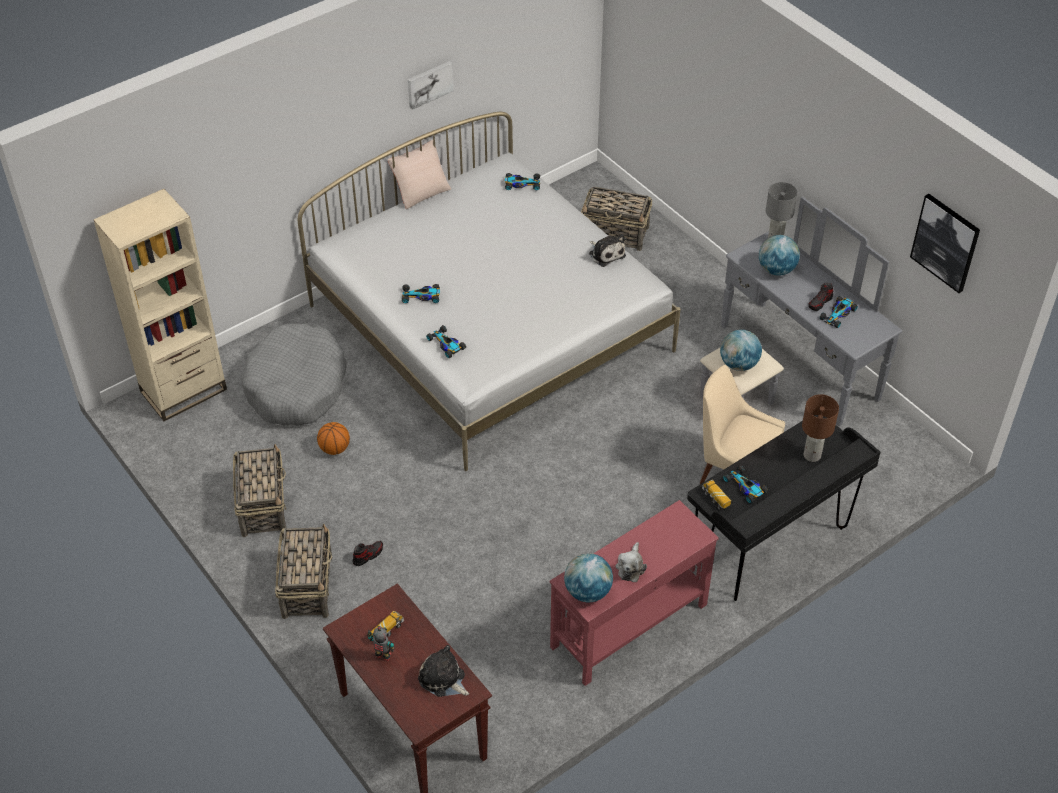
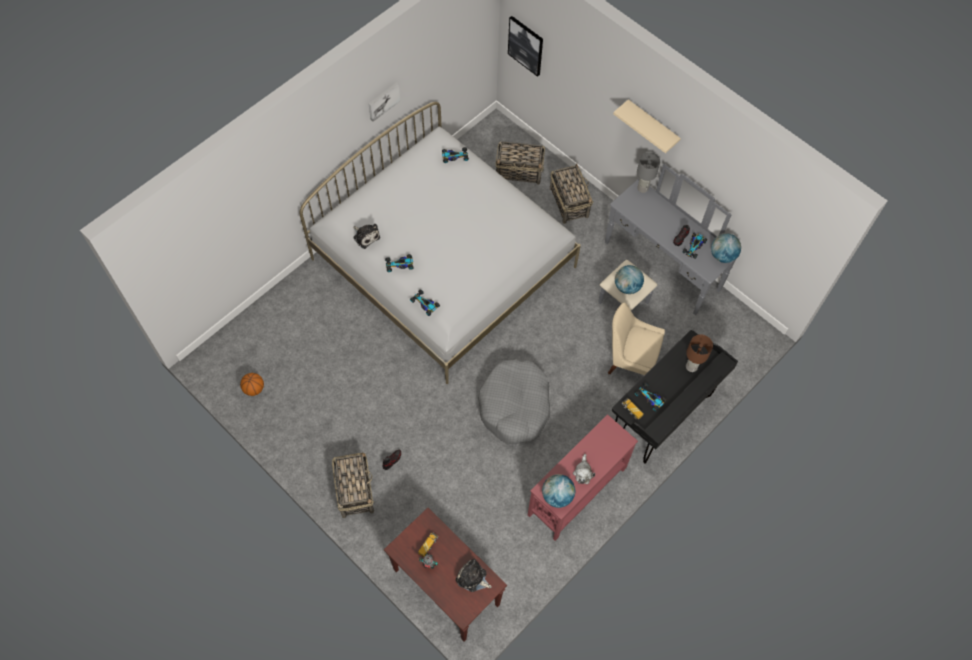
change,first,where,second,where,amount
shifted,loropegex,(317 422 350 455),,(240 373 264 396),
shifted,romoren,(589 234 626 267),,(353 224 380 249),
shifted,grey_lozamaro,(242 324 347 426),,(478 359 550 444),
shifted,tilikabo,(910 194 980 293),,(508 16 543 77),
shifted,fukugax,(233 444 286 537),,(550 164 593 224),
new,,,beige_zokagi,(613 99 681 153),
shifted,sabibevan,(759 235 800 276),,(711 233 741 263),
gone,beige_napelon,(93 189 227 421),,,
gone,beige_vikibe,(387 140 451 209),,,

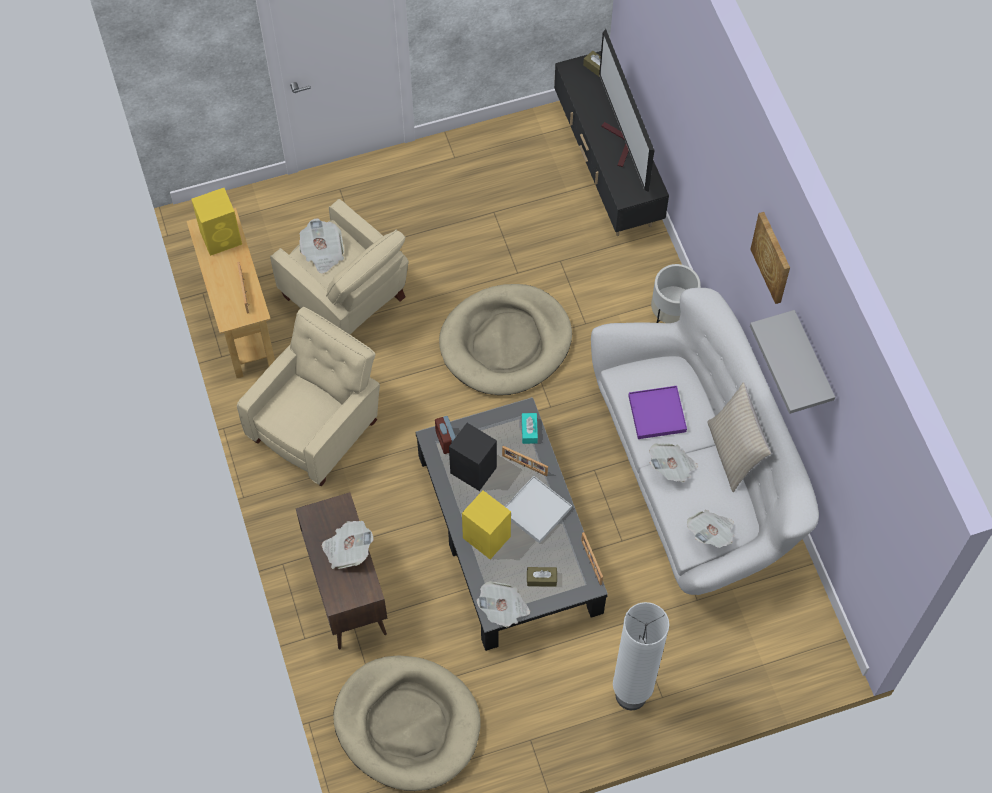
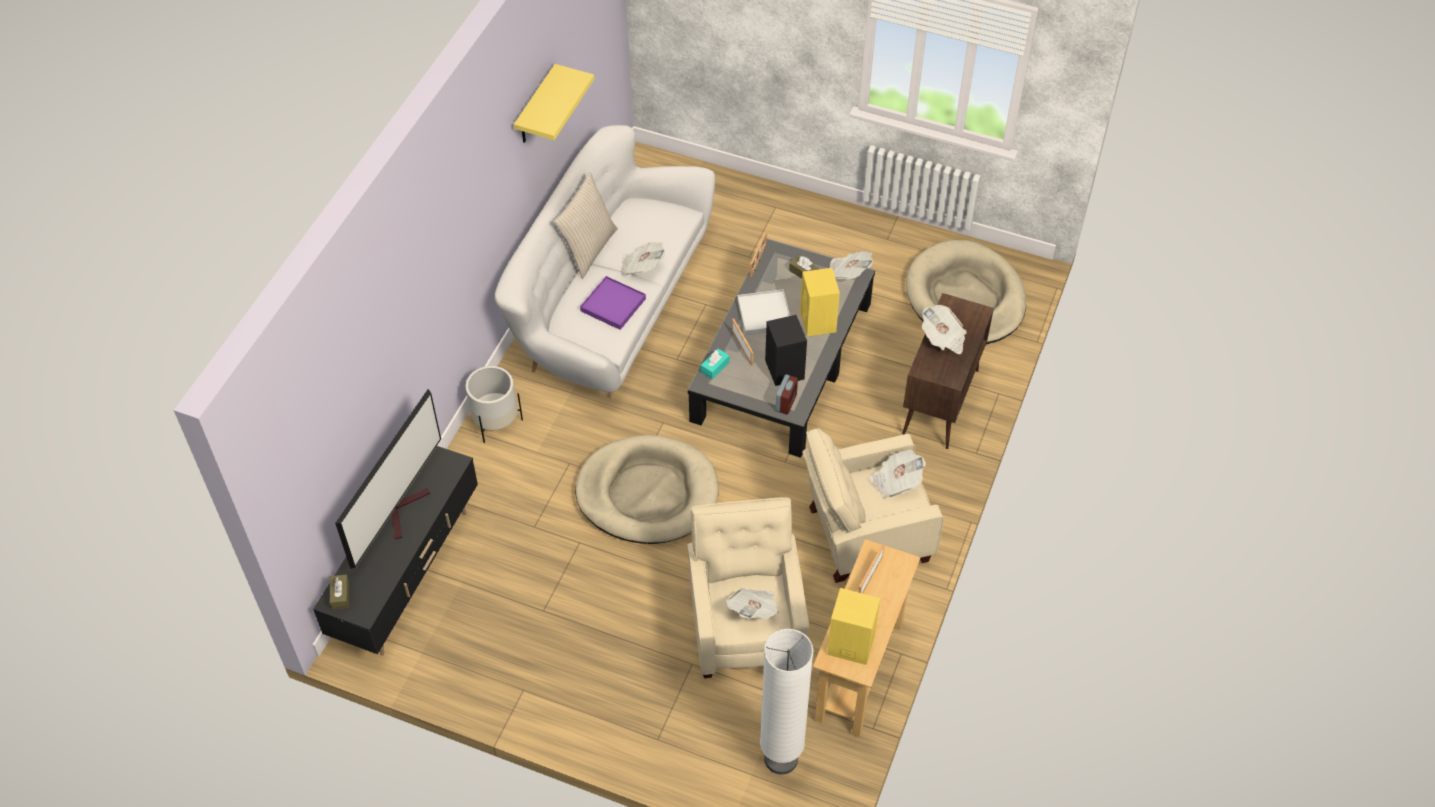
change,first,where,second,where,amount
repainted,grey_zokagi,(750 310 835 414),yellow_zokagi,(514 64 594 143),
shifted,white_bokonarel,(613 602 669 710),,(760 629 813 775),
shifted,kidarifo,(687 509 734 548),,(870 450 926 499),
gone,tilikabo,(750 212 790 304),,,

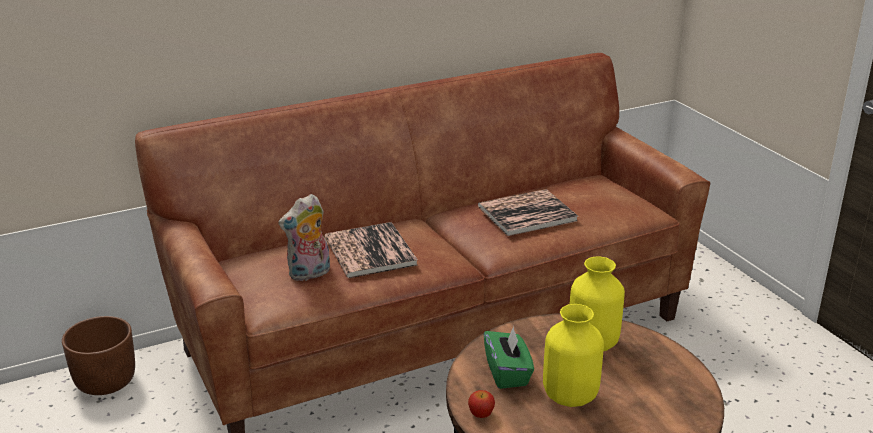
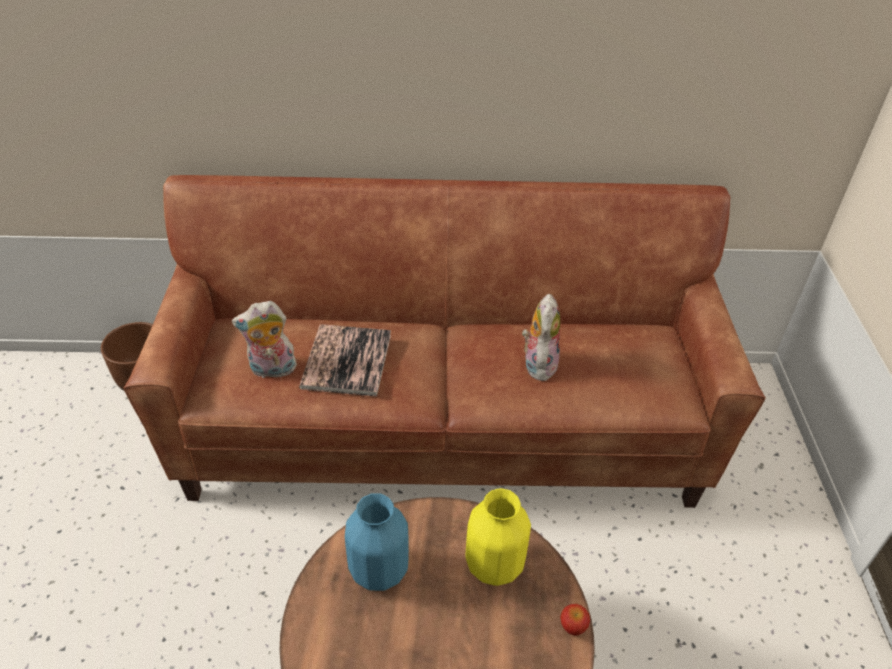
change,first,where,second,where,amount
swapped,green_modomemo,(484 326 534 389),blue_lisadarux,(345 493 409 591),
swapped,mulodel,(478 189 578 236),romoren,(522 294 560 381),
shifted,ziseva,(468 390 495 418),,(560 604 590 636),
gone,yellow_lisadarux,(543 304 604 407),,,

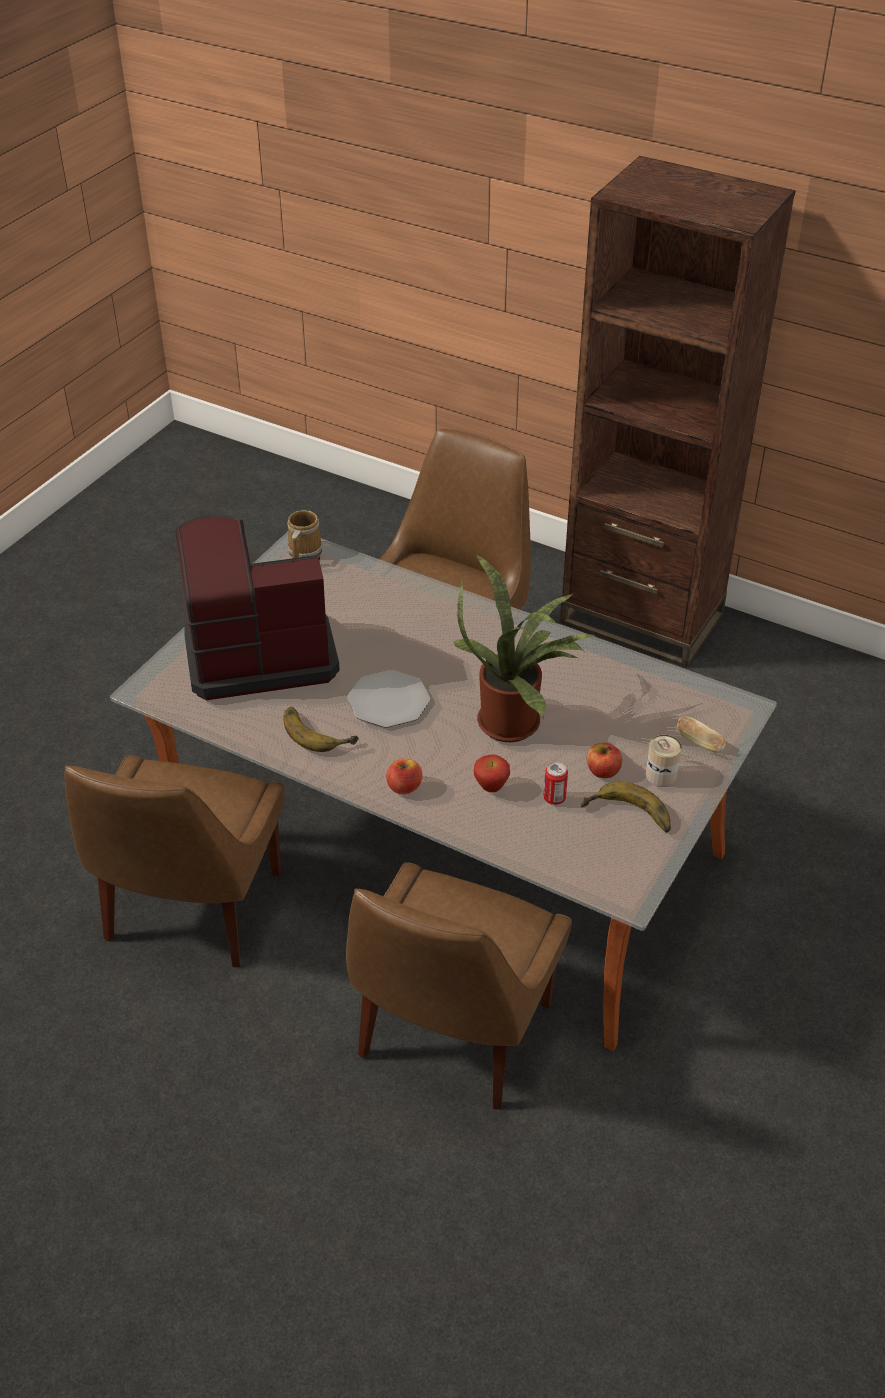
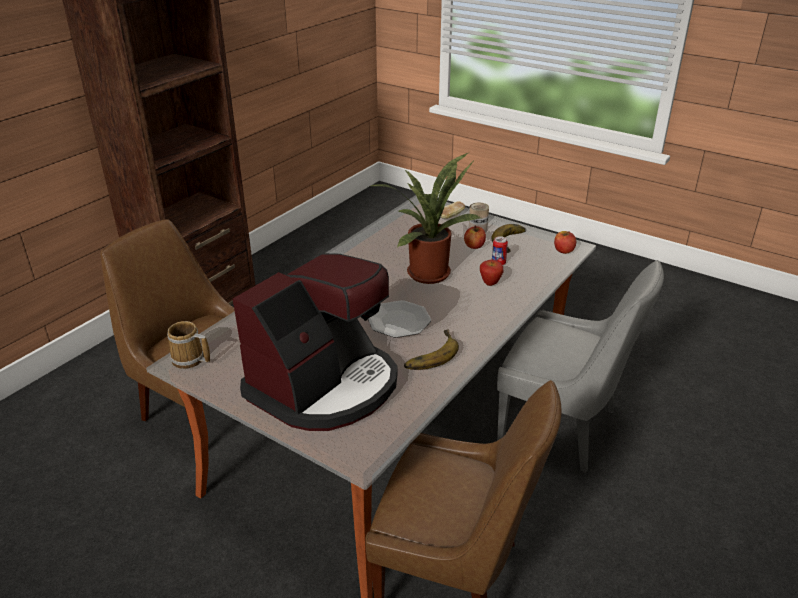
change,first,where,second,where,amount
rotated,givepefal,(175 514 340 700),,(233 253 398 431),135 degrees counterclockwise
repainted,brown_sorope,(346 862 572 1110),grey_sorope,(497 260 664 473),
shifted,ziseva,(386 759 423 794),,(554 231 576 254),

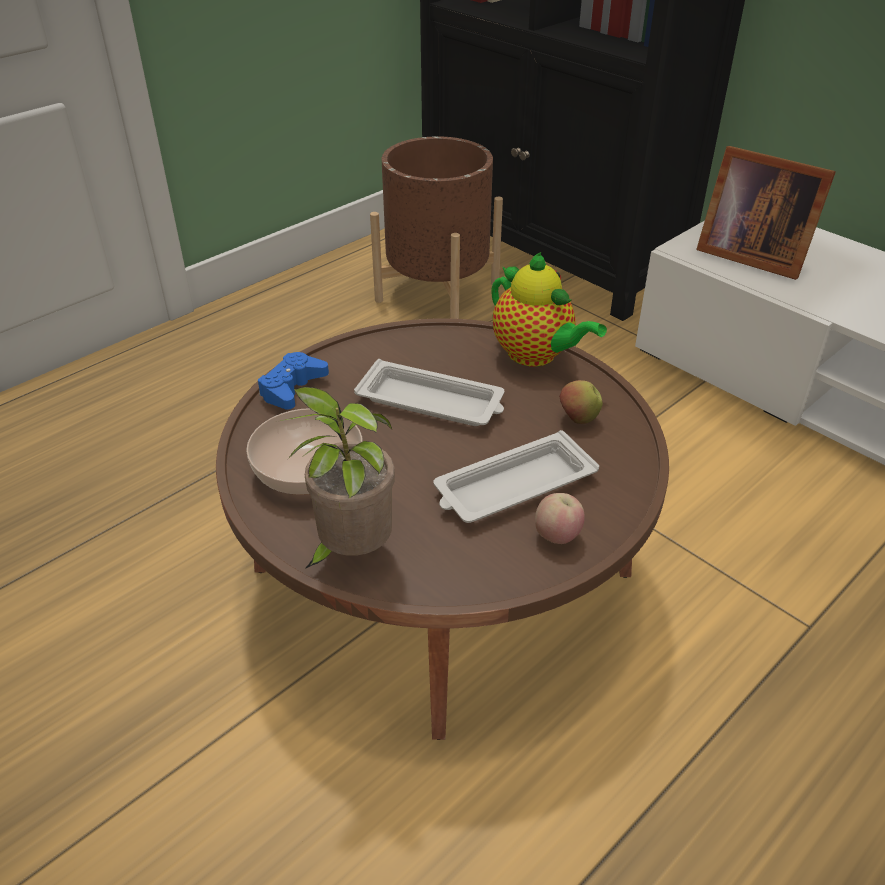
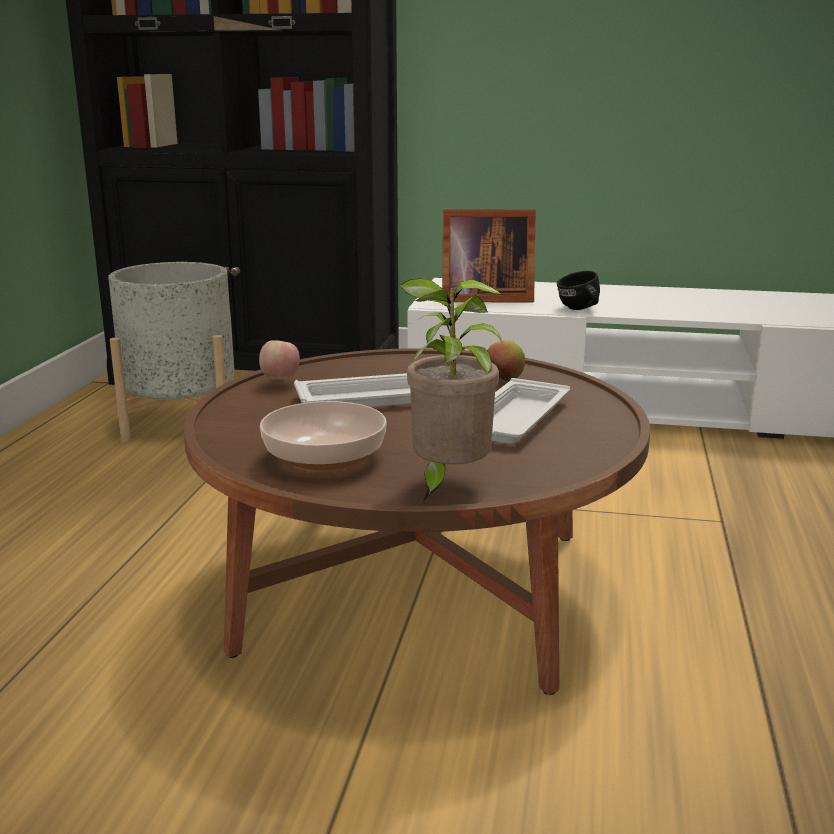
change,first,where,second,where,amount
repainted,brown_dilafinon,(370 136 503 319),grey_dilafinon,(108 262 235 443),
shifted,ziseva,(535 493 585 544),,(259 340 300 380),
new,,,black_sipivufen,(557 271 600 310),
gone,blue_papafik,(258 352 329 410),,,
gone,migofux,(491 252 607 367),,,

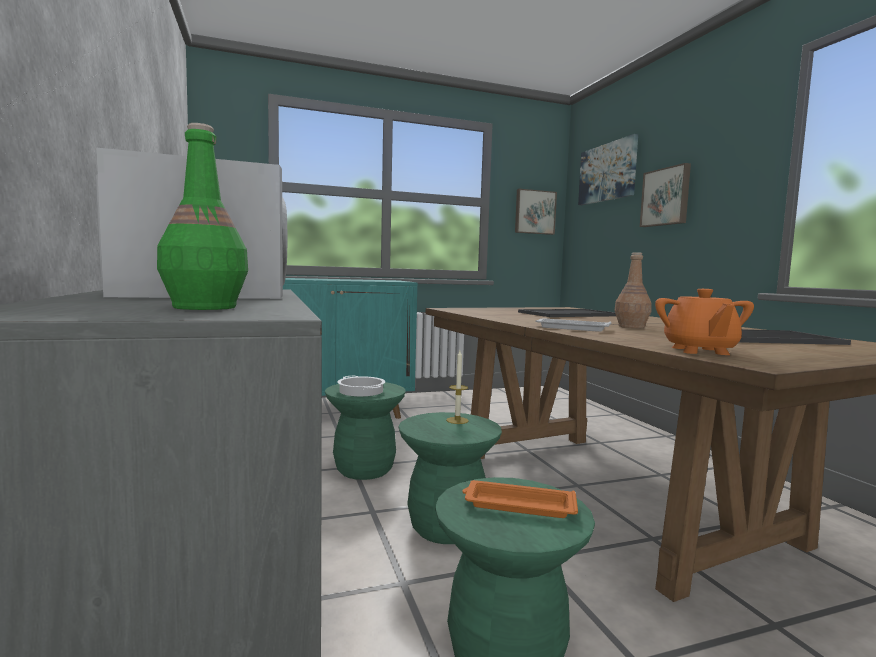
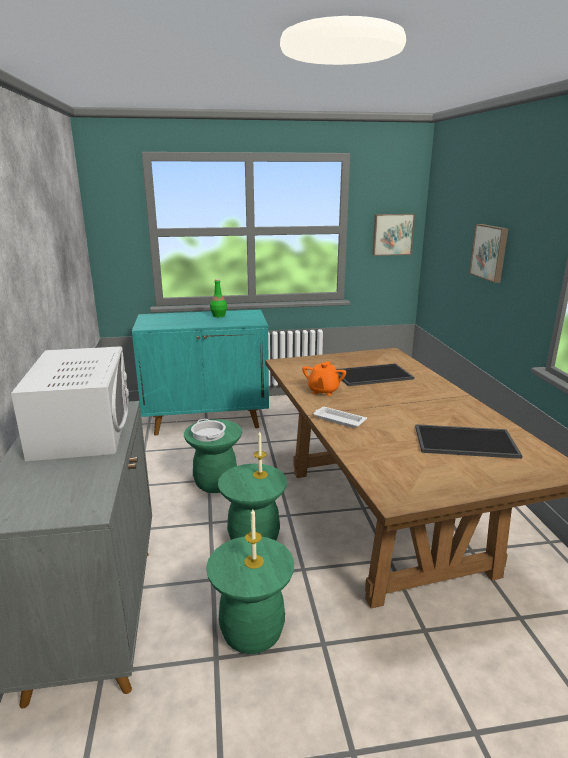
change,first,where,second,where,amount
shifted,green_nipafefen,(157 123 248 310),,(210 279 227 317),
swapped,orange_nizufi,(462 480 578 518),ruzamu,(244 509 264 569),
shifted,orange_migofux,(655 289 754 355),,(302 361 346 396),
gone,tilikabo,(578 134 638 205),,,
gone,brown_nipafefen,(614 252 652 328),,,

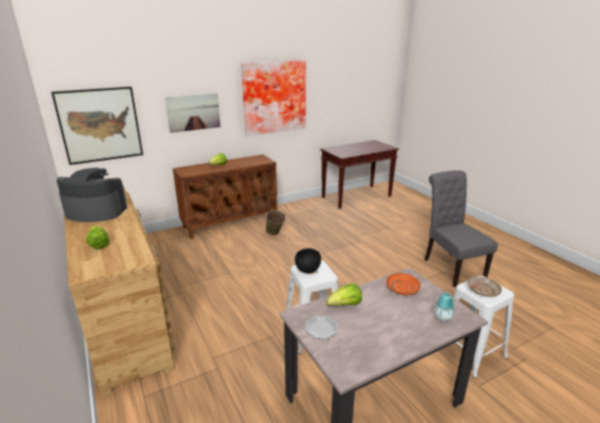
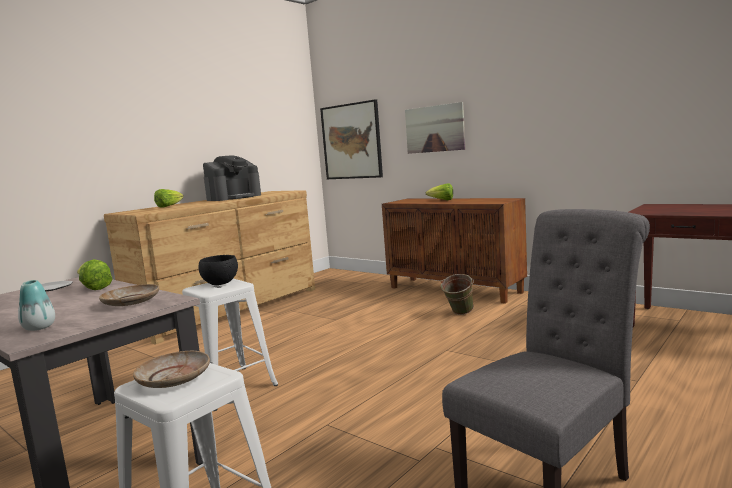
change,first,where,second,where,amount
repainted,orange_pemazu,(386 273 421 295),beige_pemazu,(99 284 159 306),
rotated,givepefal,(57 168 128 222),,(203 155 261 201),60 degrees clockwise
gone,tilikabo,(241 60 306 136),,,

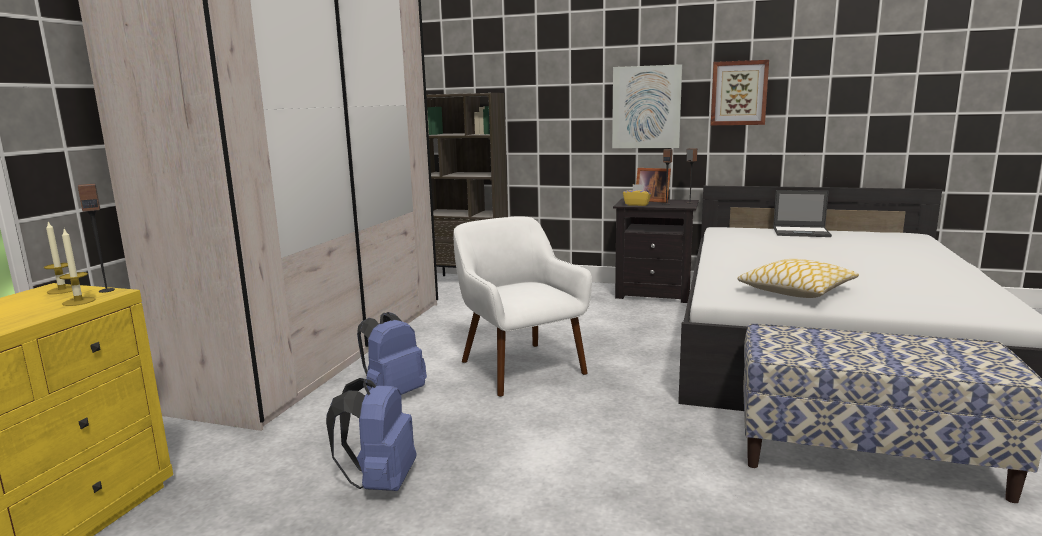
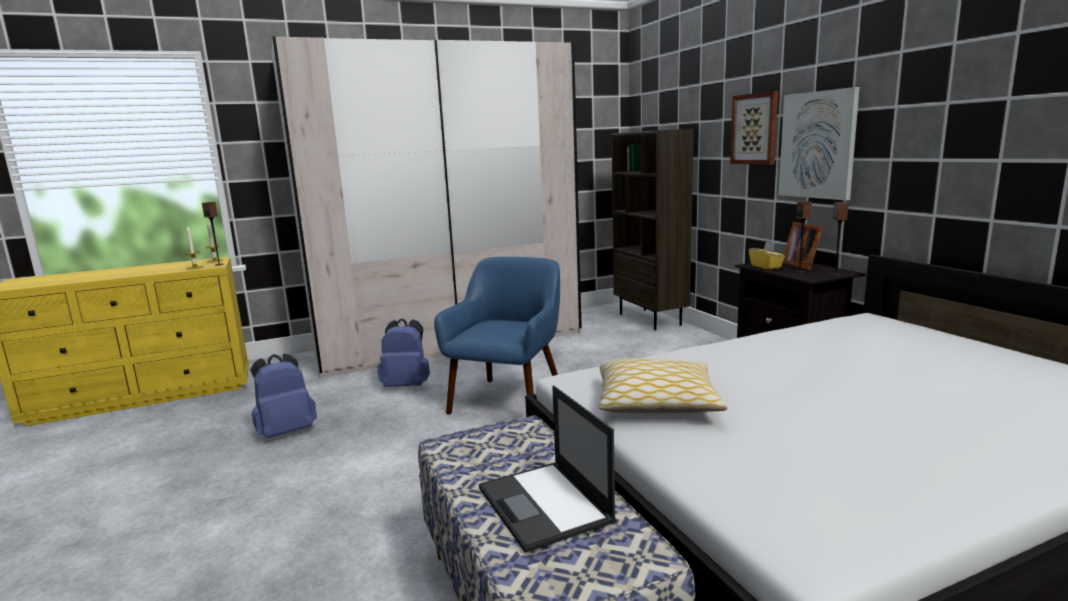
change,first,where,second,where,amount
repainted,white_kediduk,(454 216 592 397),blue_kediduk,(434 257 560 415),
shifted,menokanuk,(773 190 832 237),,(479 386 616 553),
shifted,tilikabo,(711 60 769 125),,(730 91 778 165),

